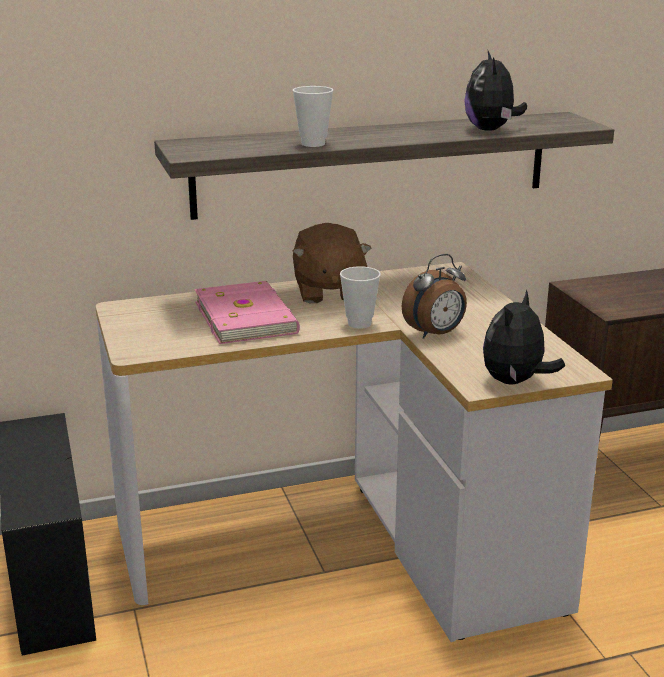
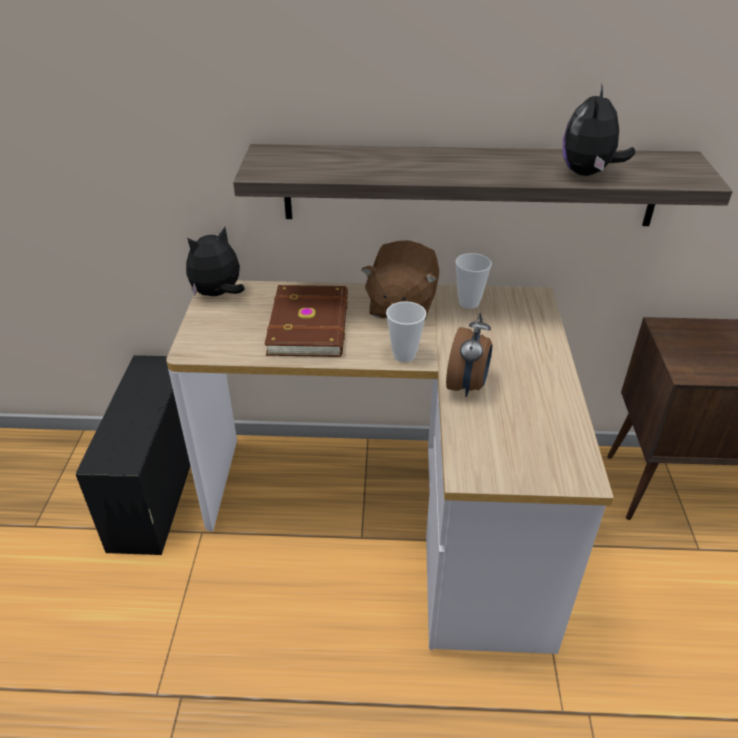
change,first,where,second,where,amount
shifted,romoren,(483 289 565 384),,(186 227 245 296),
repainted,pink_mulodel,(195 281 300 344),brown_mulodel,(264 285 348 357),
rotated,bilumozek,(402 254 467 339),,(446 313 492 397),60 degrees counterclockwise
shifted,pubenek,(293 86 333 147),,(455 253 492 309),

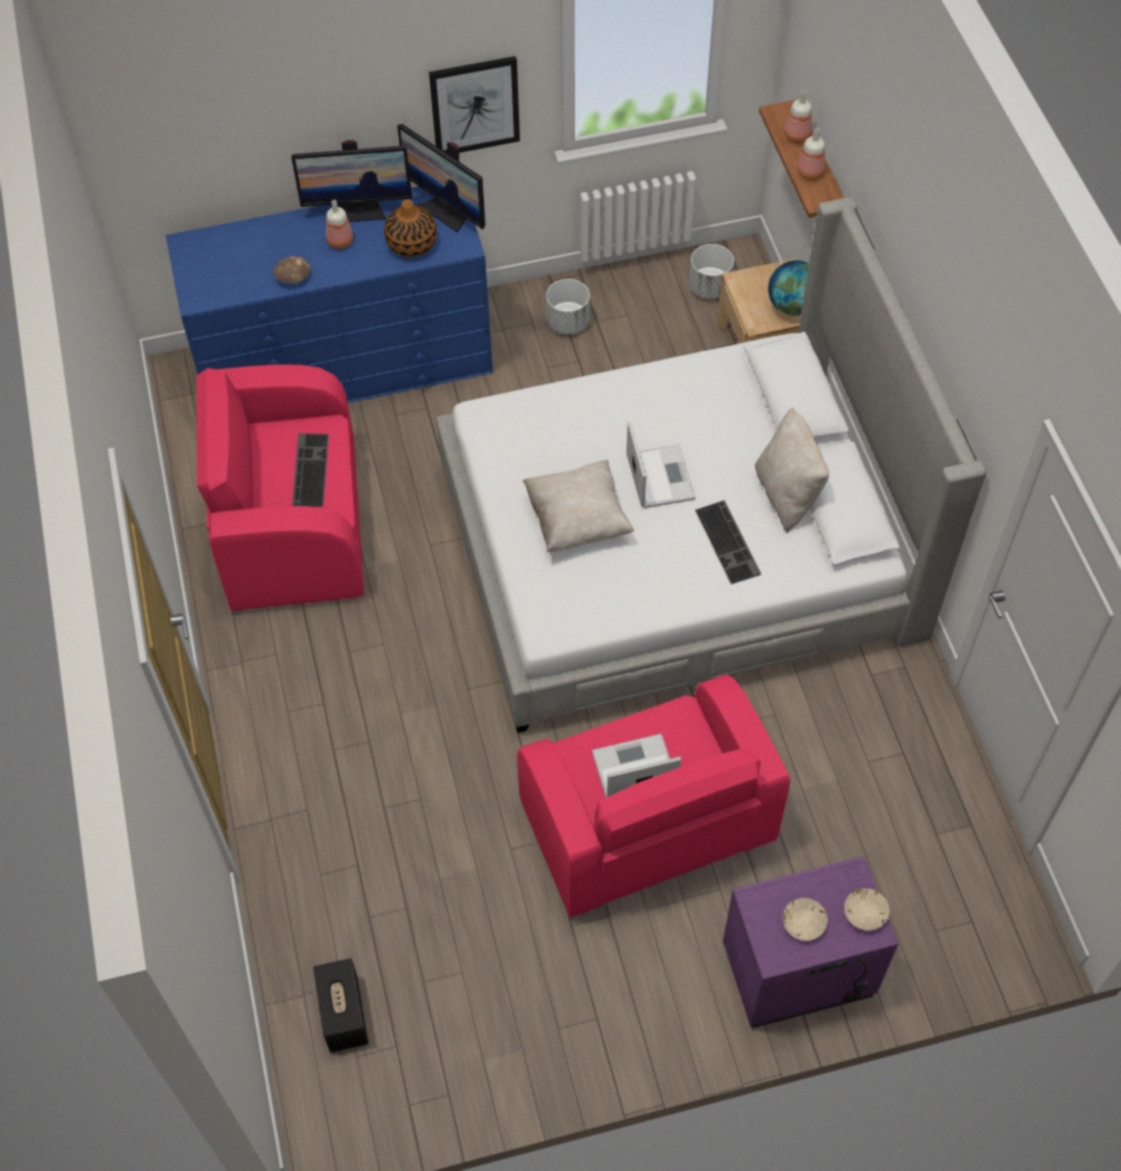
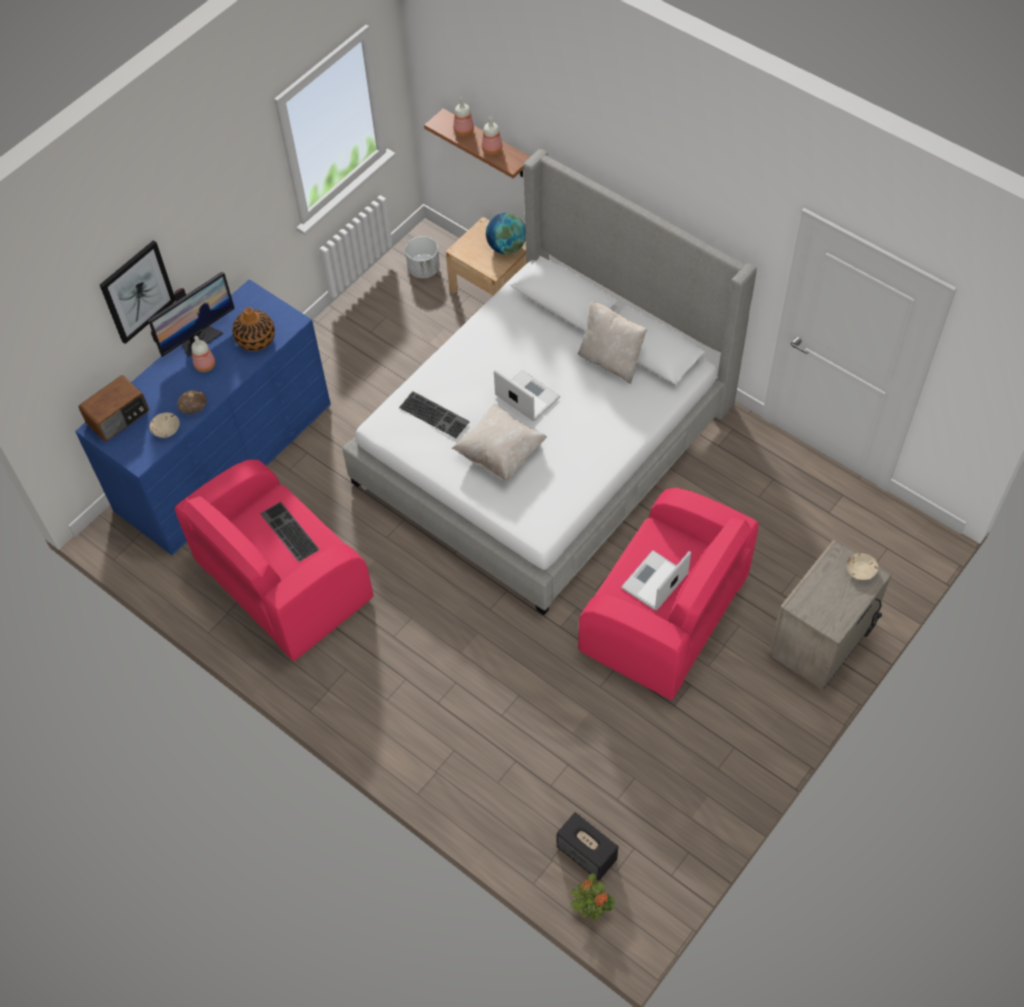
change,first,where,second,where,amount
new,,,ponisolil,(79 375 149 442),
shifted,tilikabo,(429 56 520 153),,(100 240 176 344),
shifted,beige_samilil,(783 898 828 941),,(149 412 180 438),
shifted,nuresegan,(695 500 761 584),,(399 391 470 438),
new,,,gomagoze,(570 873 616 921),
repainted,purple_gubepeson,(723 856 898 1028),beige_gubepeson,(768 539 892 690),
gone,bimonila,(397 124 485 233),,,
gone,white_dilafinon,(546 279 590 334),,,

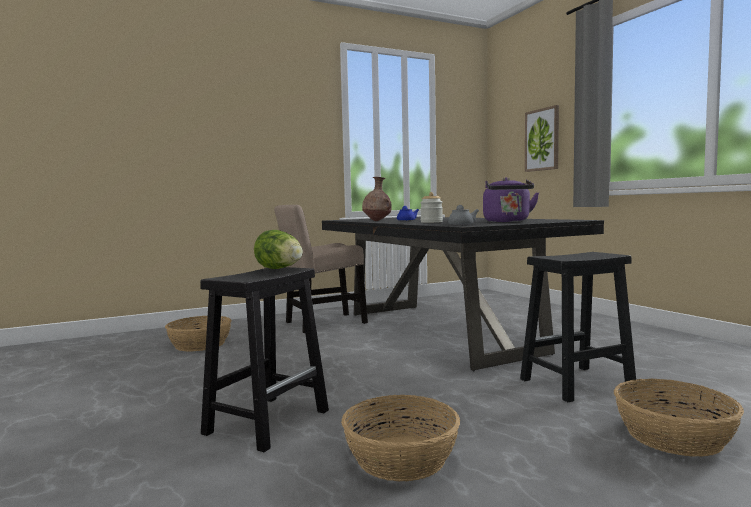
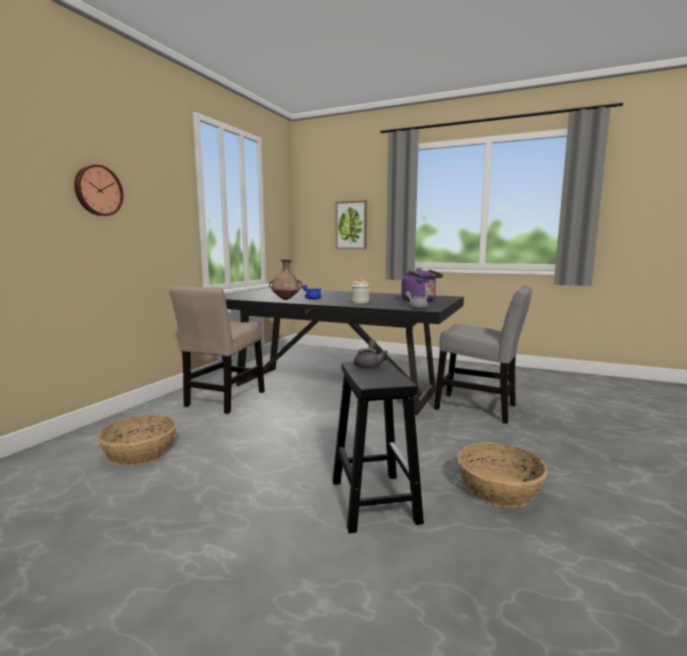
change,first,where,second,where,amount
new,,,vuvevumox,(74 164 123 216),
swapped,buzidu,(254 230 303 269),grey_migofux,(354 340 388 369),
swapped,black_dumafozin,(520 252 636 402),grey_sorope,(434 286 532 424),
gone,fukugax,(614 378 744 457),,,

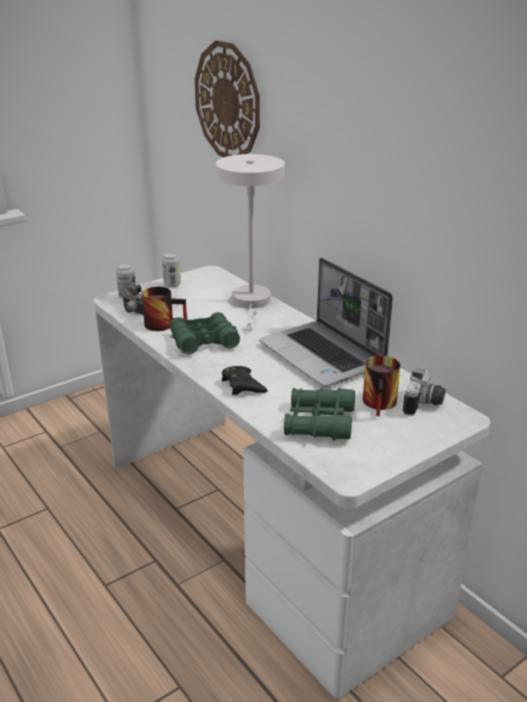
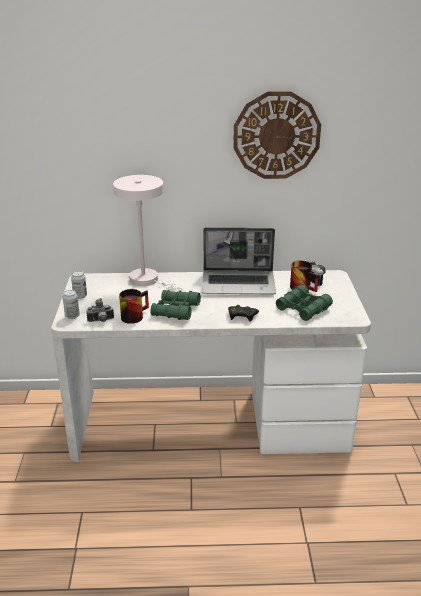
change,first,where,second,where,amount
shifted,vuvevumox,(195 40 260 157),,(233 91 321 179),

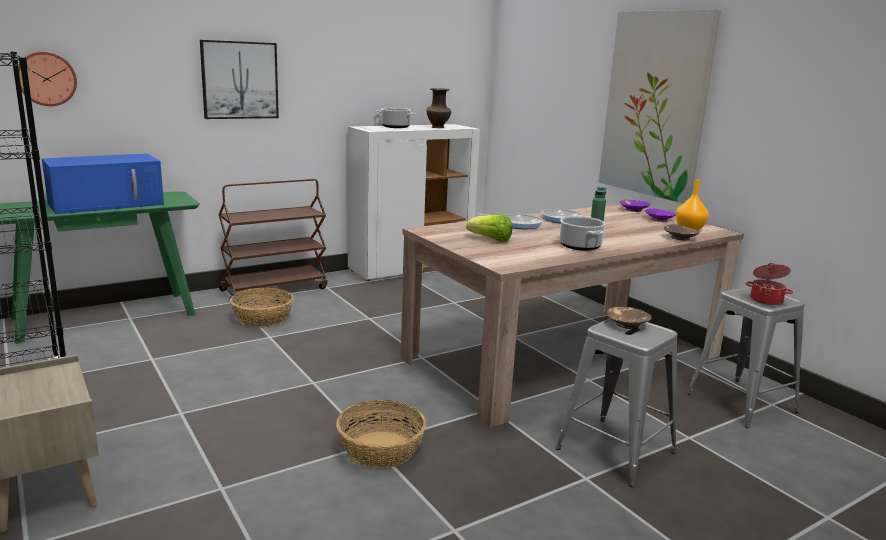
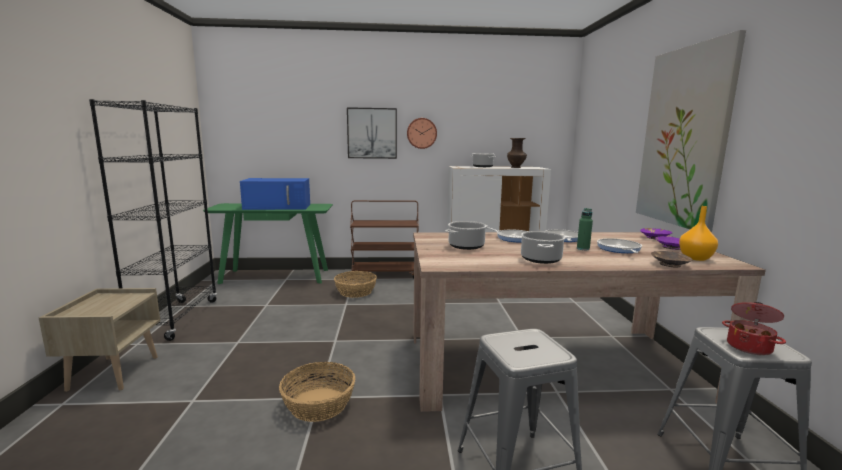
change,first,where,second,where,amount
shifted,vuvevumox,(18 51 77 106),,(407 118 437 149),
swapped,buzidu,(466 215 512 242),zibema,(445 221 488 250),
new,,,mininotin,(597 238 642 253),
gone,brown_samilil,(607 307 651 329),,,

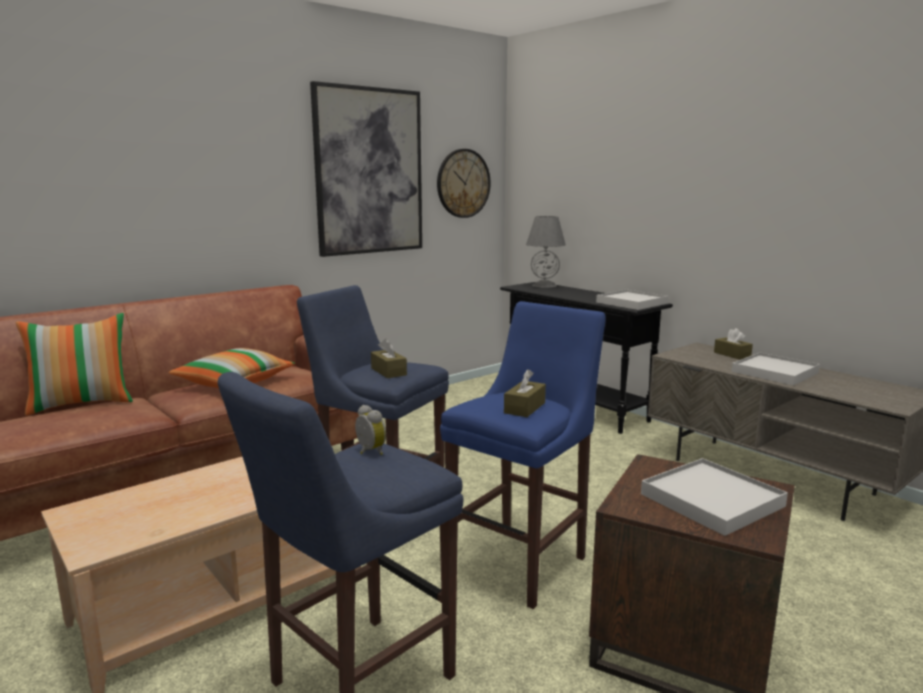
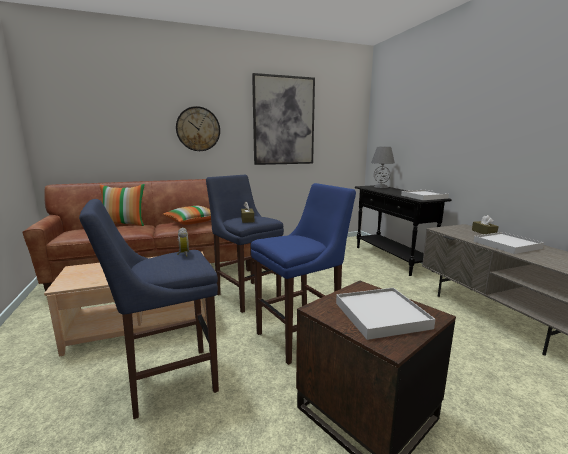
change,first,where,second,where,amount
shifted,vuvevumox,(437 149 491 218),,(176 106 220 151),
gone,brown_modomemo,(504 369 546 417),,,

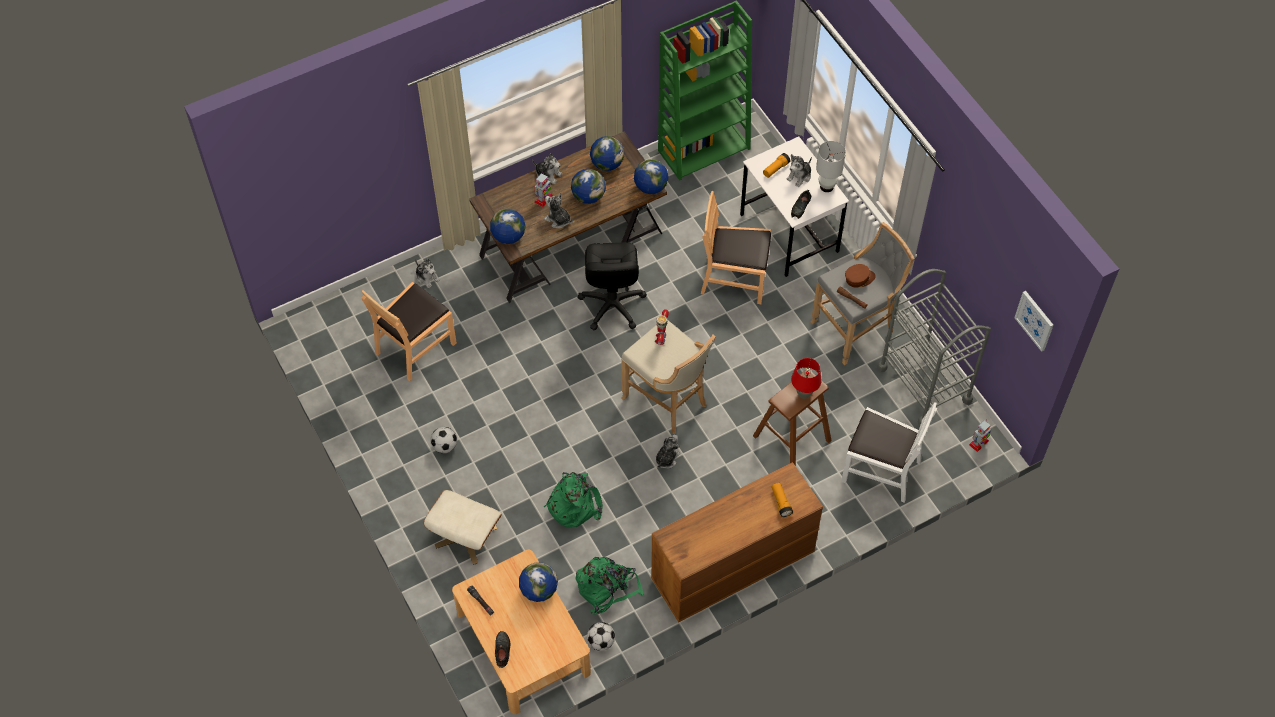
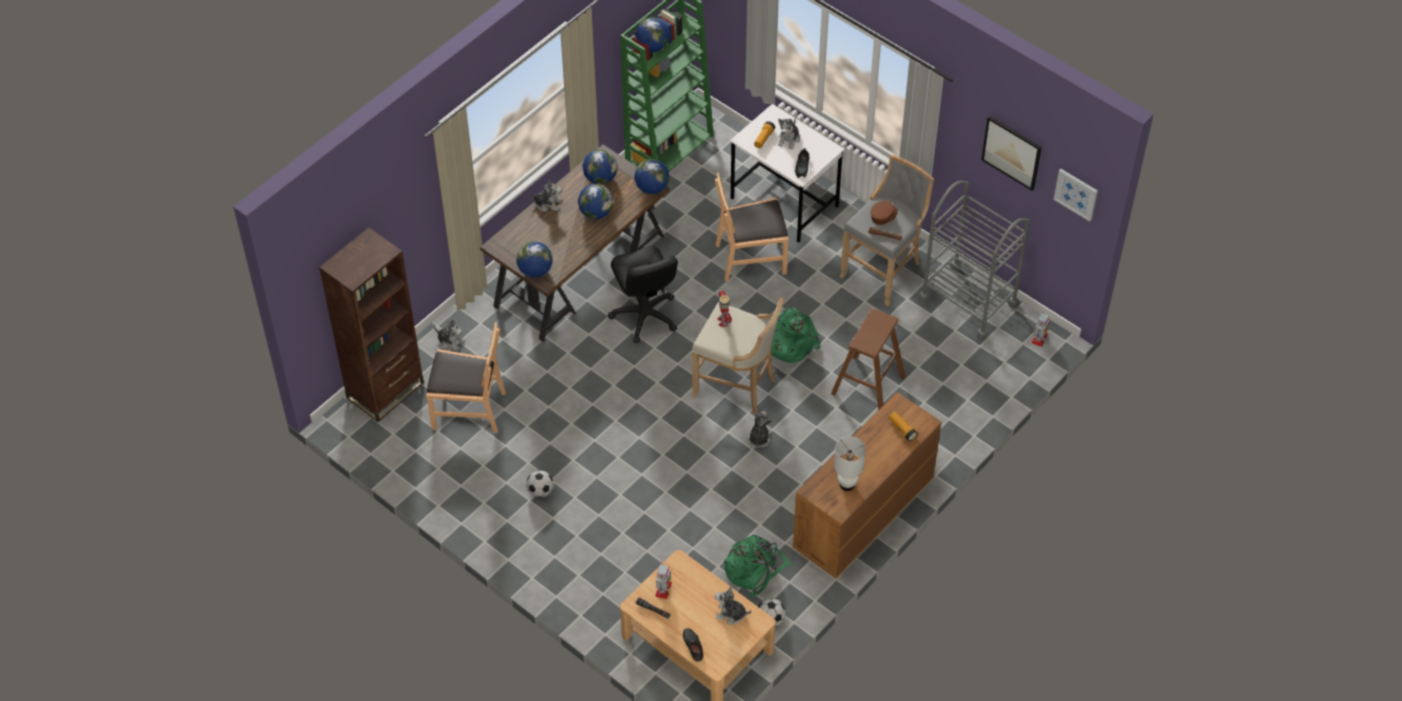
change,first,where,second,where,amount
new,,,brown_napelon,(319 227 424 422),
rotated,brown_sorope,(361 282 457 381),,(426 322 506 433),105 degrees counterclockwise
shifted,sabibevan,(519 562 558 602),,(635 17 670 52),
shifted,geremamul,(534 172 553 207),,(655 563 672 599),
shifted,romoren,(544 193 573 228),,(715 585 752 624),
shifted,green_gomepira,(544 472 603 527),,(772 308 820 363),
shifted,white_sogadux,(816 141 846 192),,(834 436 866 491),
new,,,tilikabo,(981 116 1042 191),
gone,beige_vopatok,(424 490 502 565),,,
gone,red_sogadux,(791 358 822 399),,,
gone,white_sorope,(841 402 937 503),,,

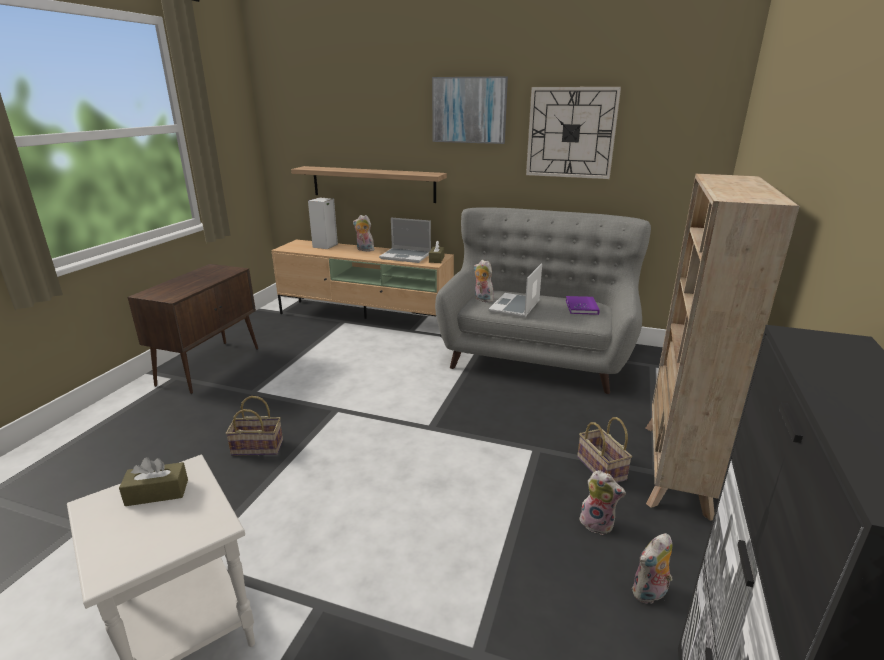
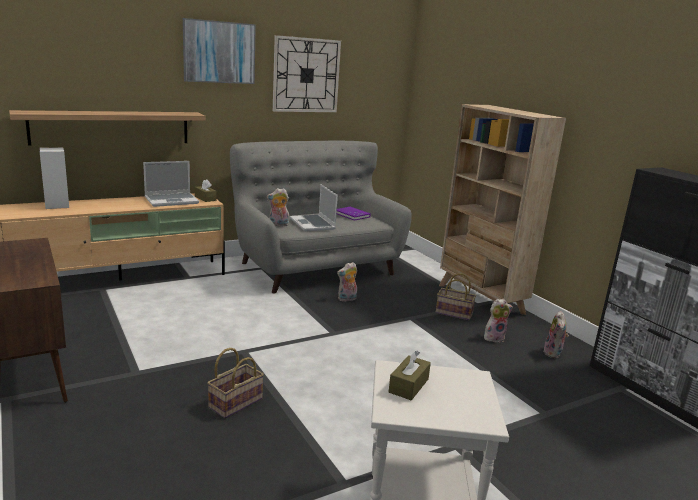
change,first,where,second,where,amount
shifted,romoren,(353 215 374 251),,(337 262 357 302),

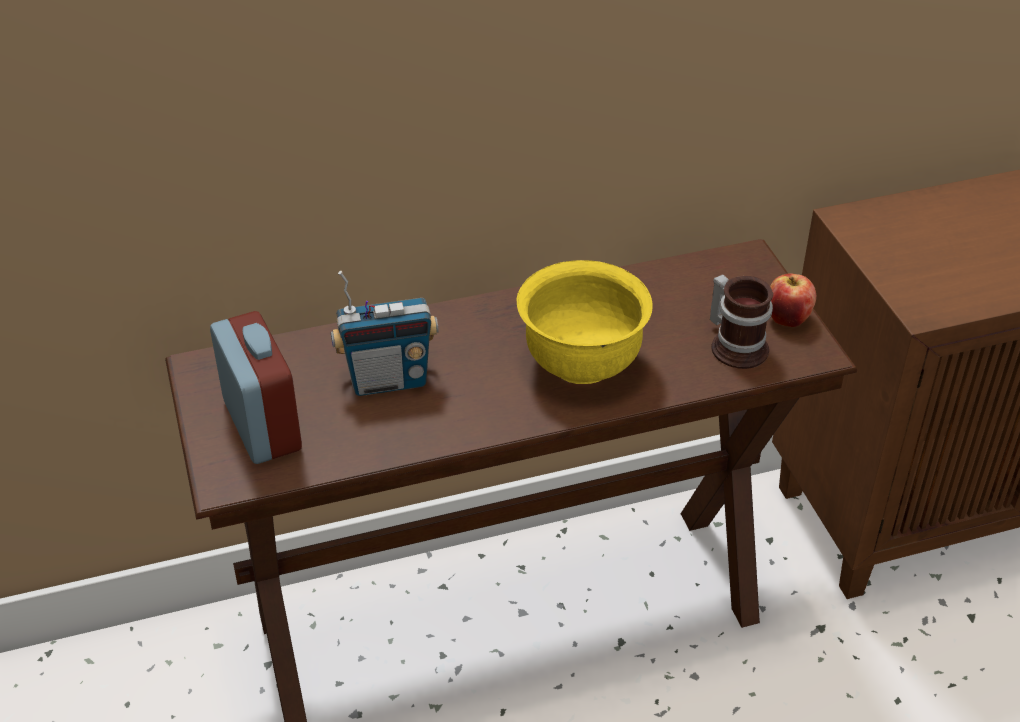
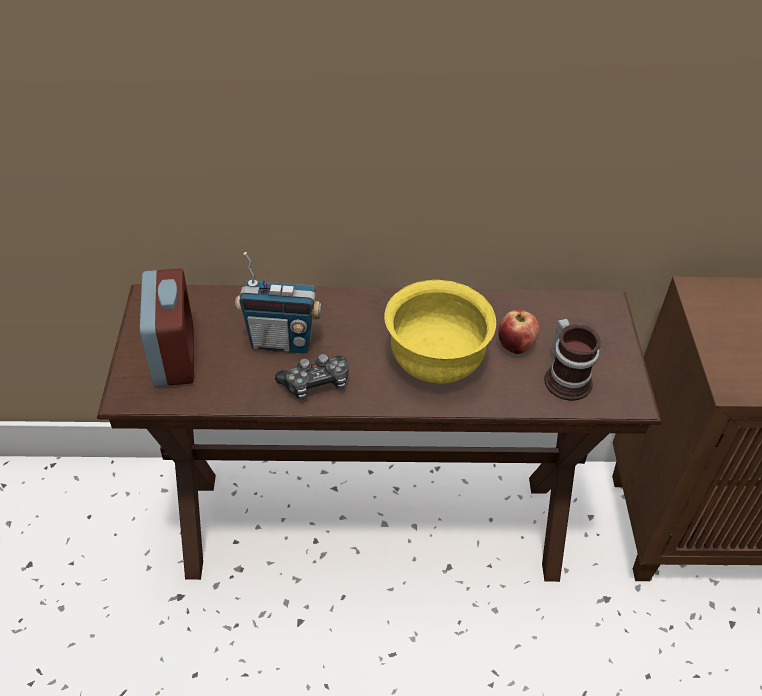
change,first,where,second,where,amount
new,,,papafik,(275 354 349 400),
shifted,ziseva,(770 273 816 327),,(498 310 540 354),

